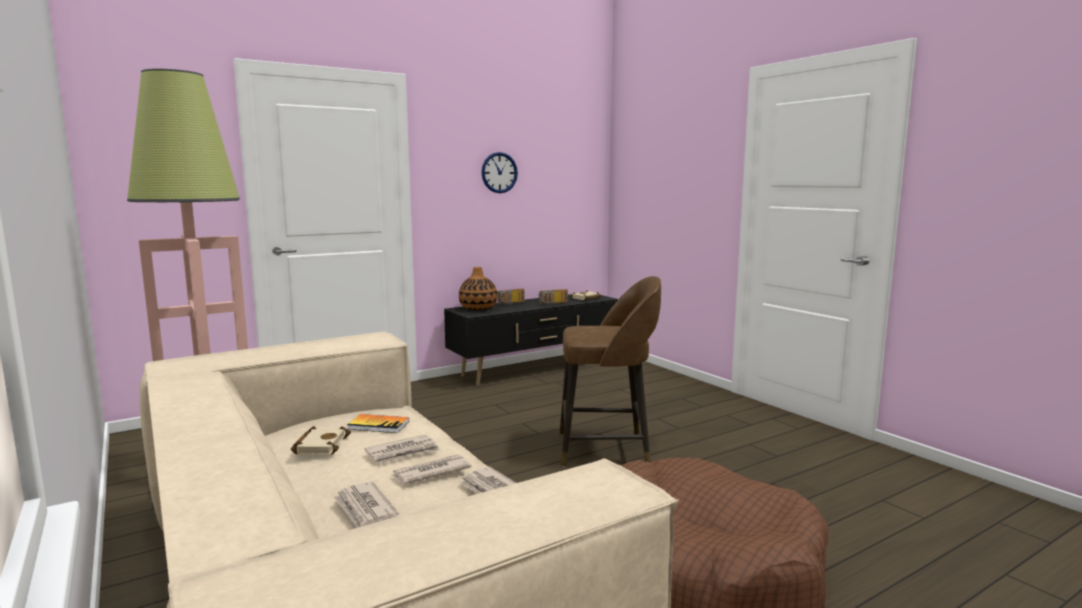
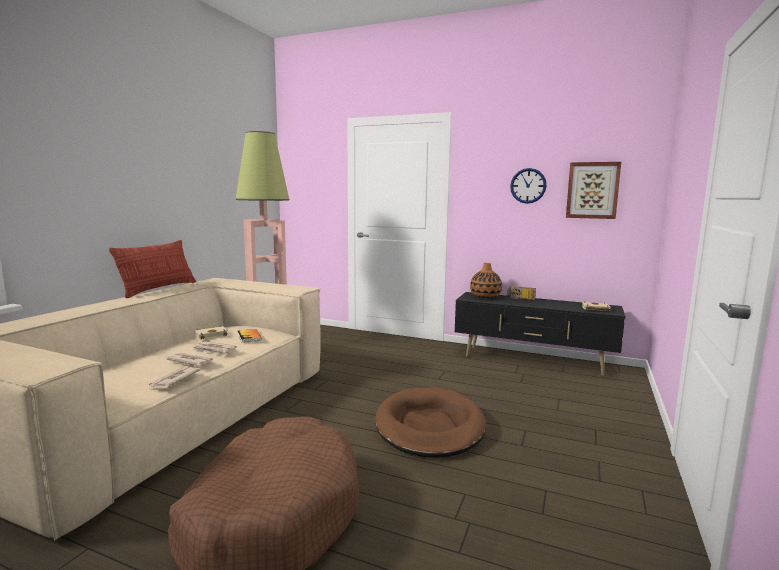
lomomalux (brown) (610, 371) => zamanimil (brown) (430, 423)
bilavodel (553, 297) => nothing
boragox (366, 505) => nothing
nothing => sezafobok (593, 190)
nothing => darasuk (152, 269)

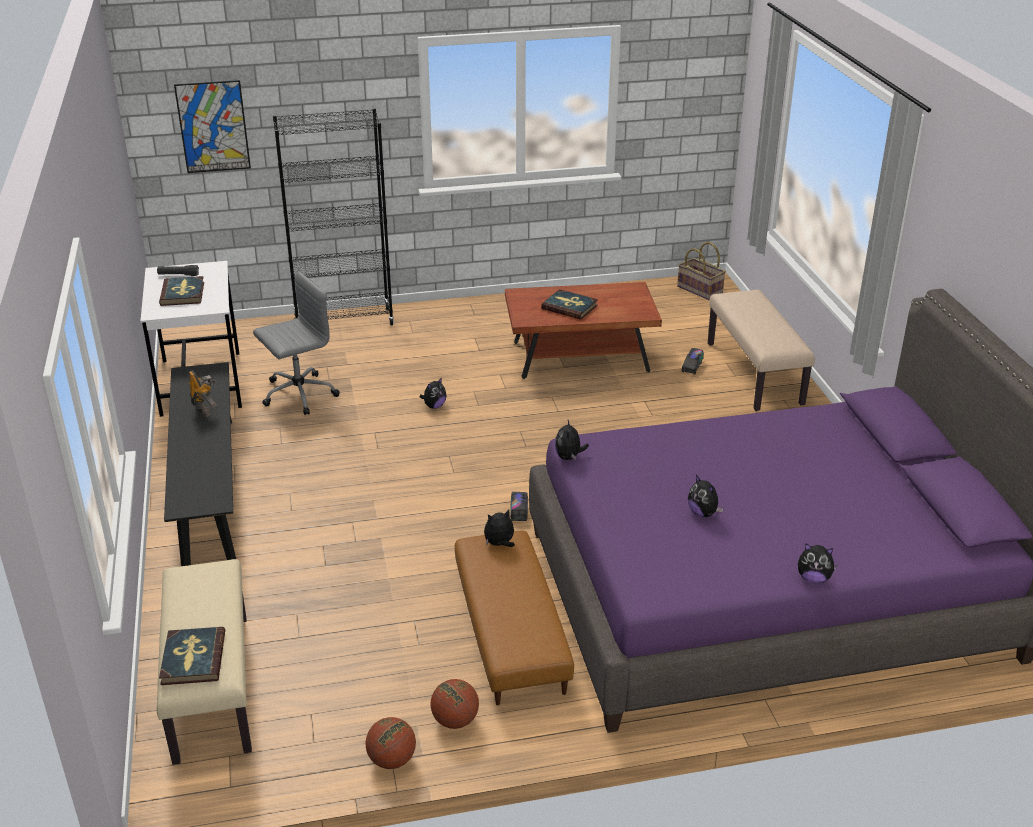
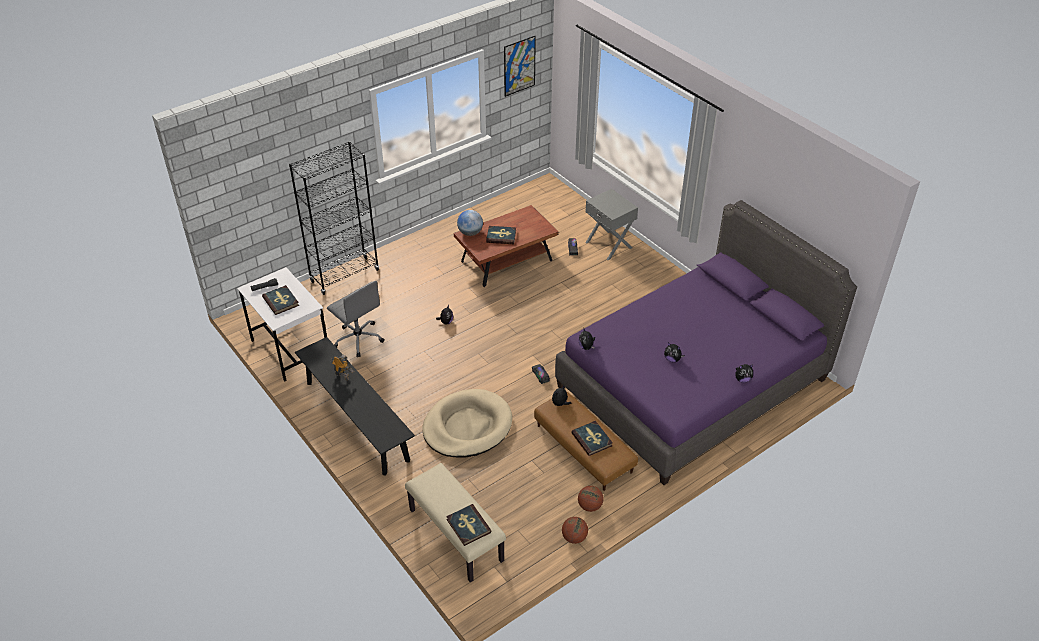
sezafobok (212, 126) => sezafobok (520, 66), shifted
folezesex (701, 271) => nothing
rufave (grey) (296, 343) => rufave (grey) (356, 319), 105 degrees clockwise
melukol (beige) (761, 350) => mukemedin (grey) (611, 224)
nothing => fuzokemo (470, 223)
nothing => zamanimil (beige) (467, 423)
nothing => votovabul (592, 438)

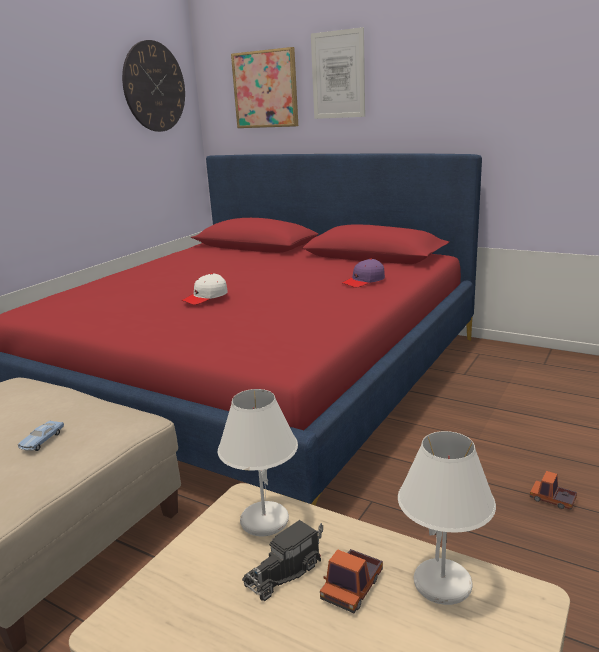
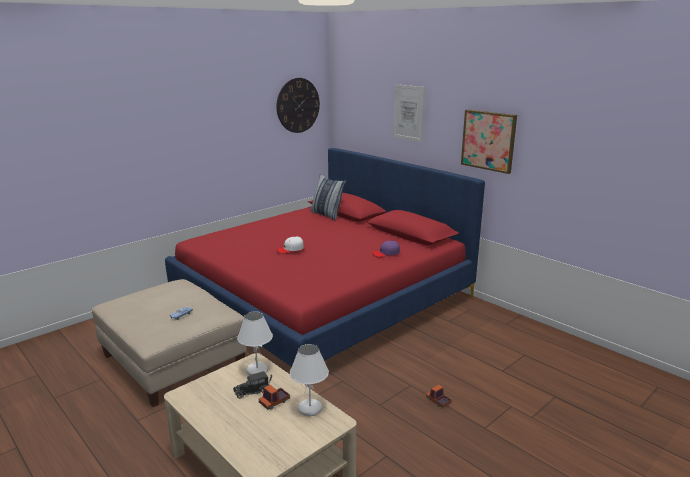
sezafobok (264, 87) => sezafobok (489, 141), shifted
nothing => darasuk (328, 197)

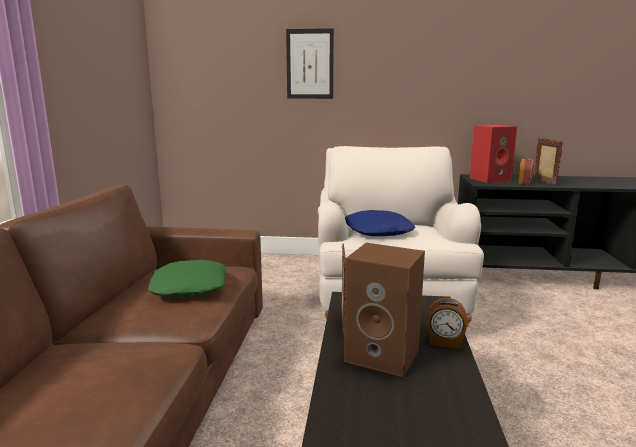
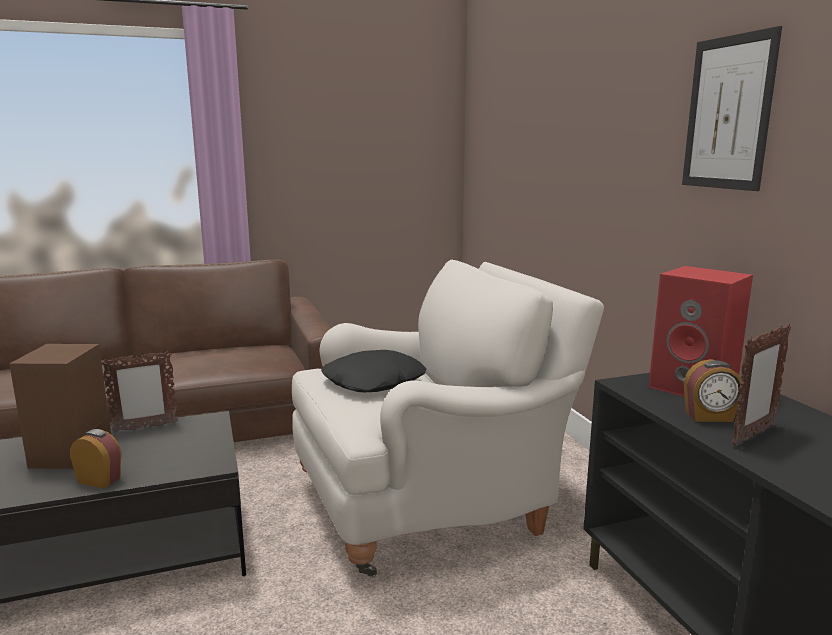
sezafobok (310, 63) => sezafobok (732, 108), shifted
darasuk (blue) (380, 223) => darasuk (black) (373, 371)
darasuk (green) (187, 278) => nothing
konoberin (447, 323) => konoberin (96, 459), 120 degrees clockwise

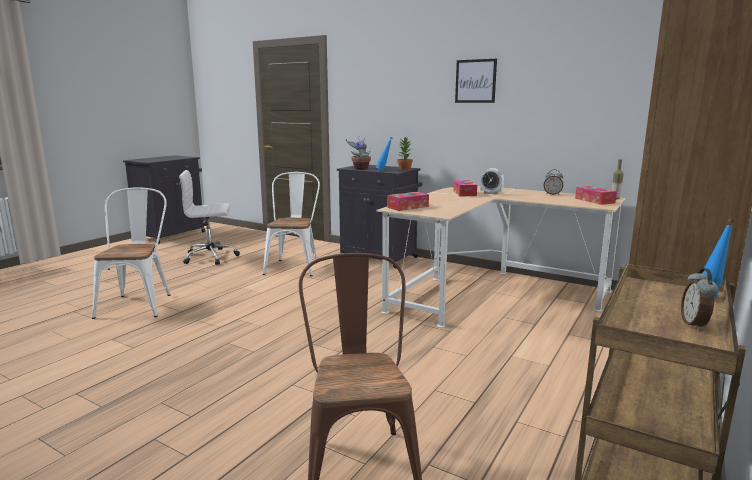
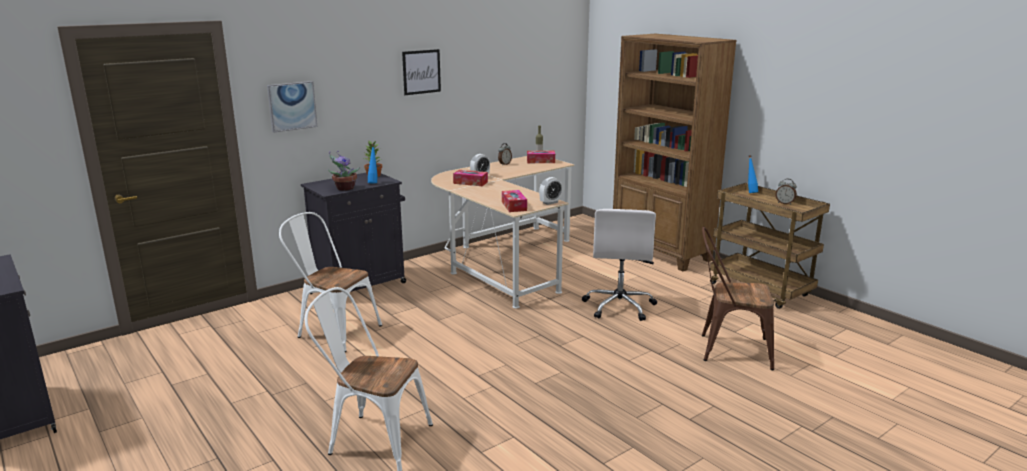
rufave (white) (209, 217) => rufave (white) (619, 265), shifted
nothing => sezafobok (292, 107)
nothing => konoberin (550, 191)

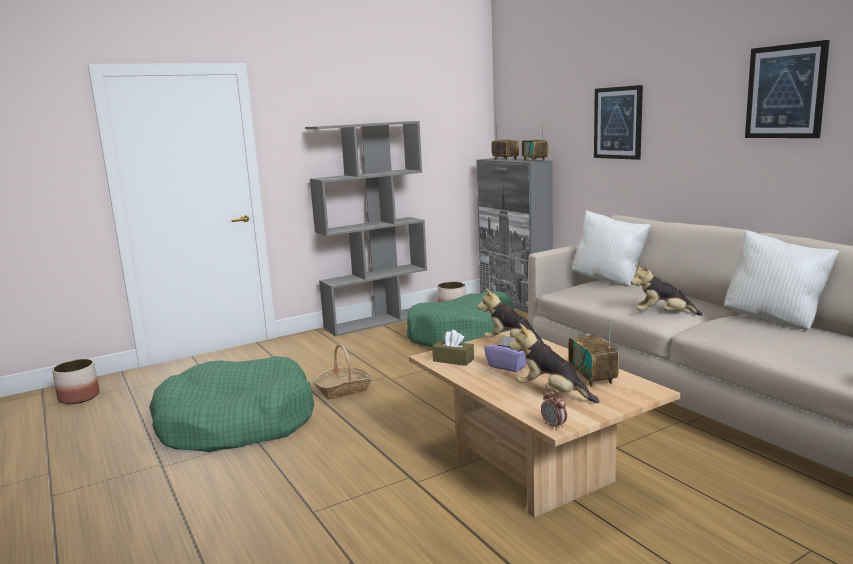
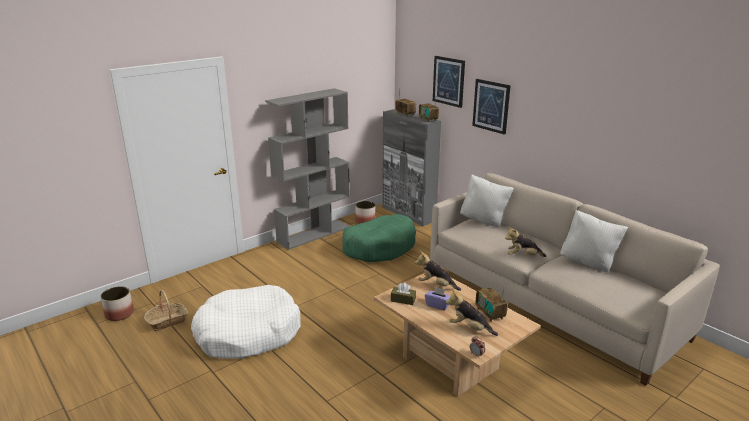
sezafobok (787, 89) => sezafobok (449, 82), shifted
folezesex (343, 371) => folezesex (166, 310), shifted
zamanimil (green) (231, 404) => zamanimil (white) (246, 322)

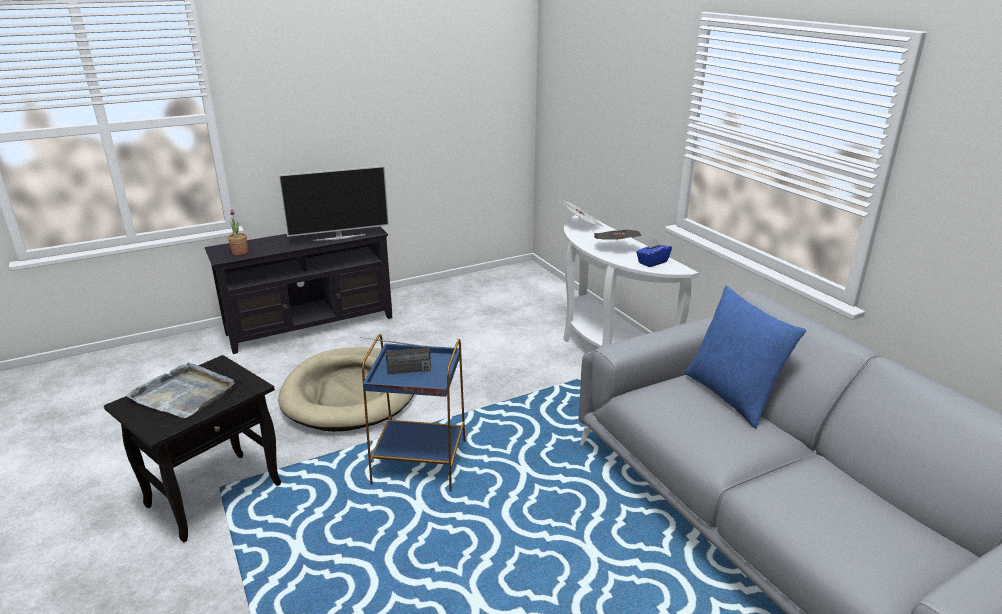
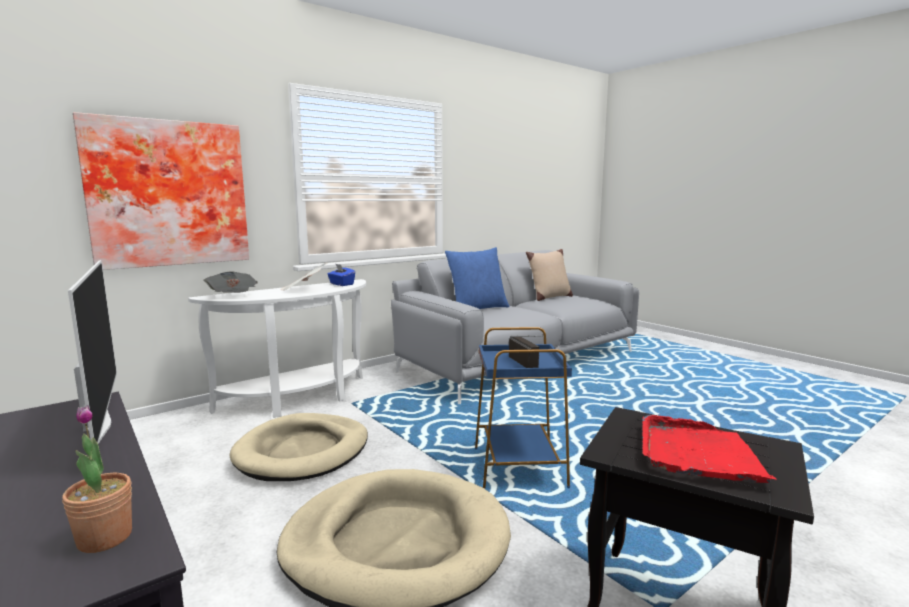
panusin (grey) (180, 390) => panusin (red) (710, 449)
nothing => sezafobok (161, 191)
nothing => darasuk (beige) (549, 275)
nothing => zamanimil (beige) (298, 447)

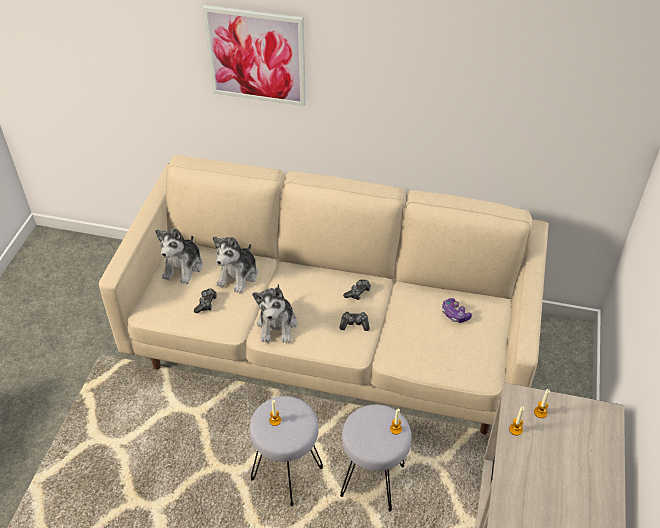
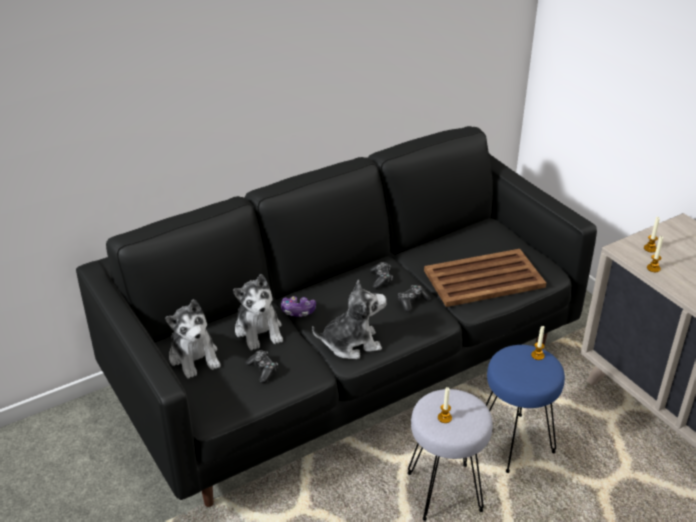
sezafobok (254, 55) => nothing
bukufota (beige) (324, 295) => bukufota (black) (336, 316)
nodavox (274, 313) => nodavox (349, 319), 60 degrees counterclockwise
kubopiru (457, 310) => kubopiru (298, 306), shifted
lomomalux (grey) (376, 457) => lomomalux (blue) (525, 409)
nothing => panusin (brown) (485, 278)

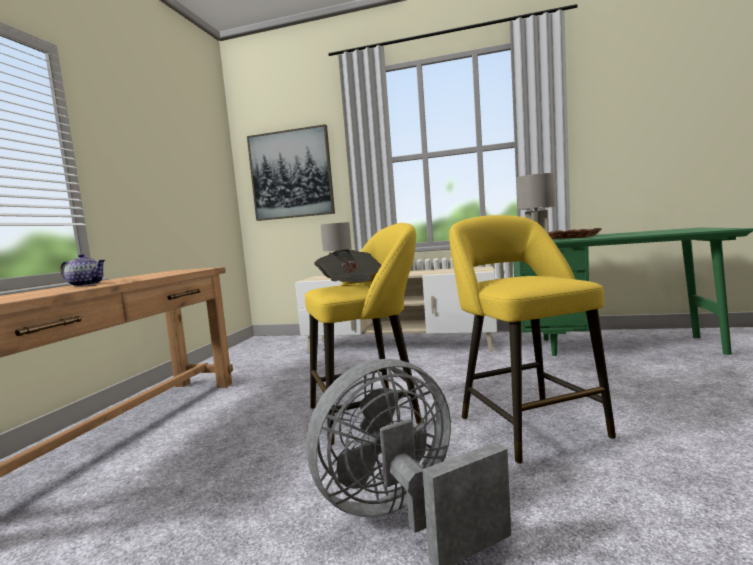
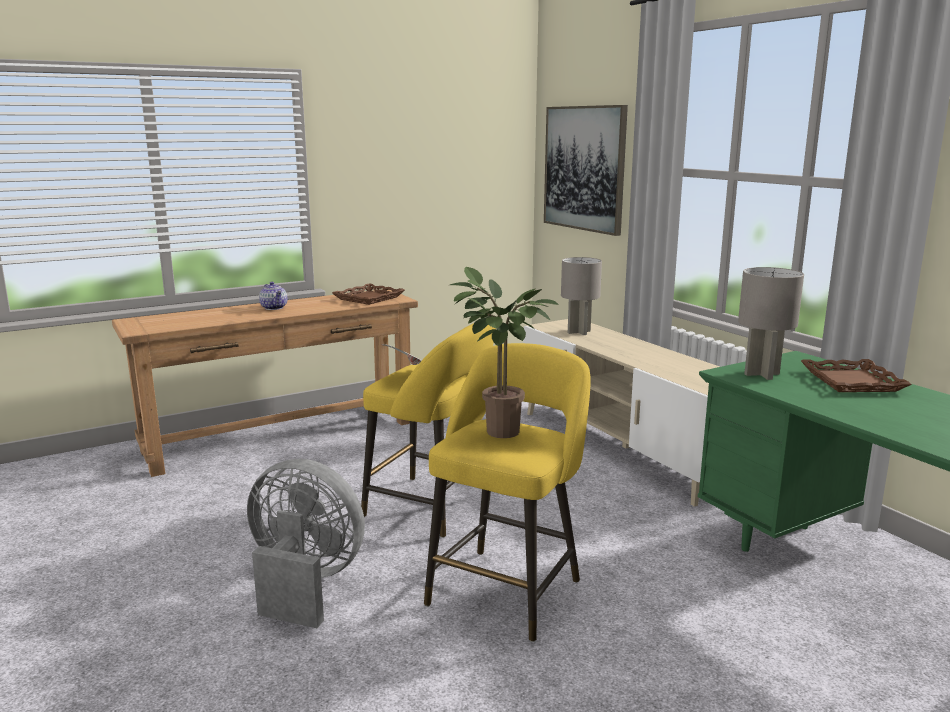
nothing => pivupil (504, 352)
nothing => panusin (brown) (368, 294)

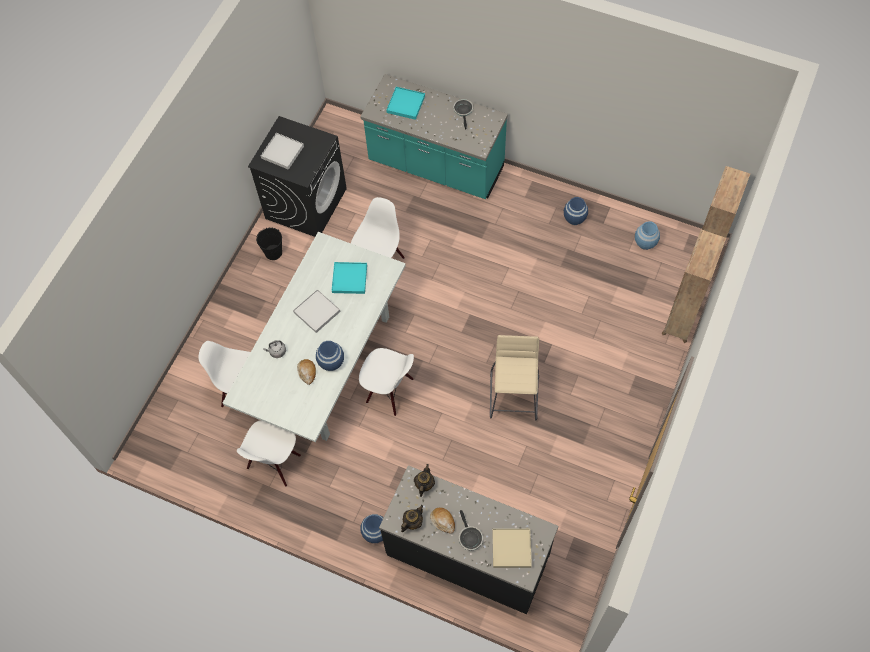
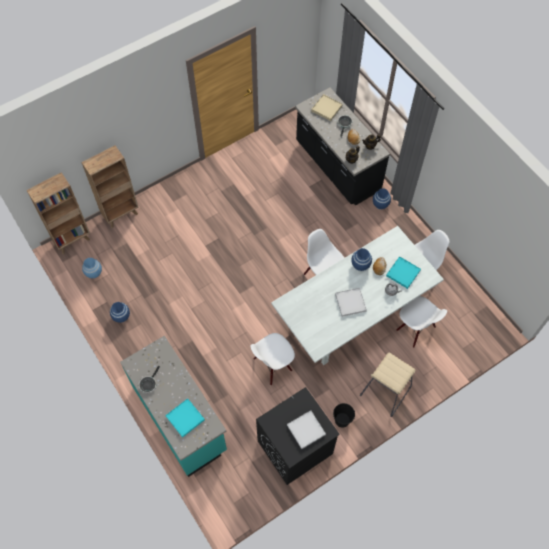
panusin (turquoise) (349, 278) => panusin (turquoise) (403, 272), shifted
lomomalux (beige) (514, 377) => lomomalux (beige) (388, 385), shifted

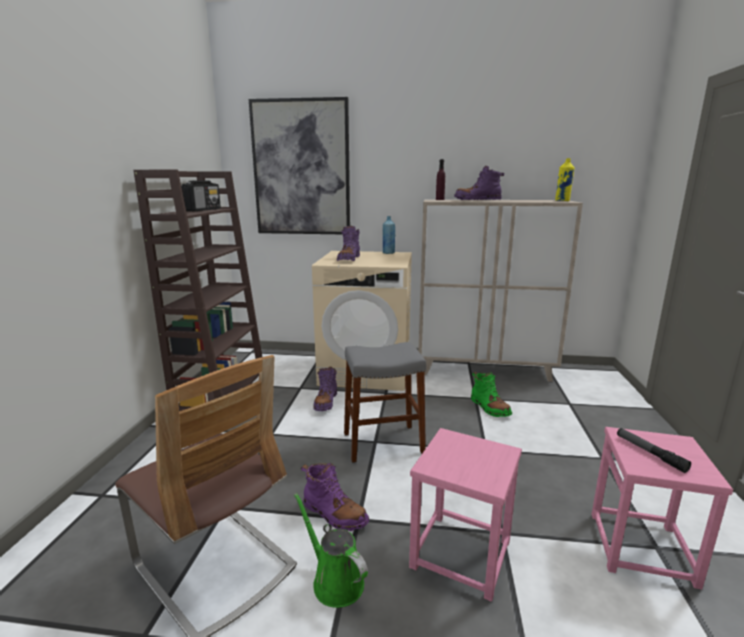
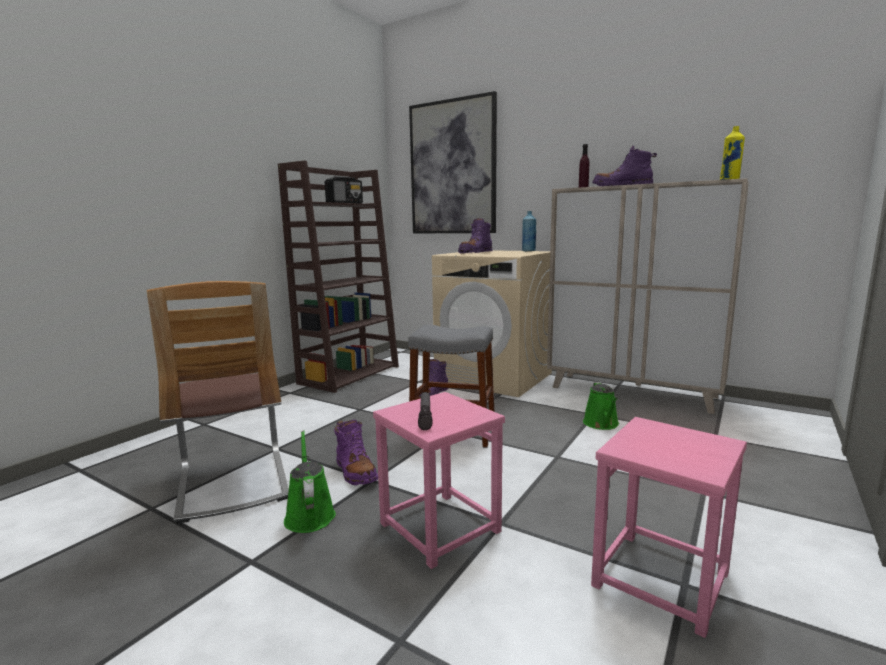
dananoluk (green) (491, 394) => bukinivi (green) (601, 406)
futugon (654, 450) => futugon (425, 411), shifted

